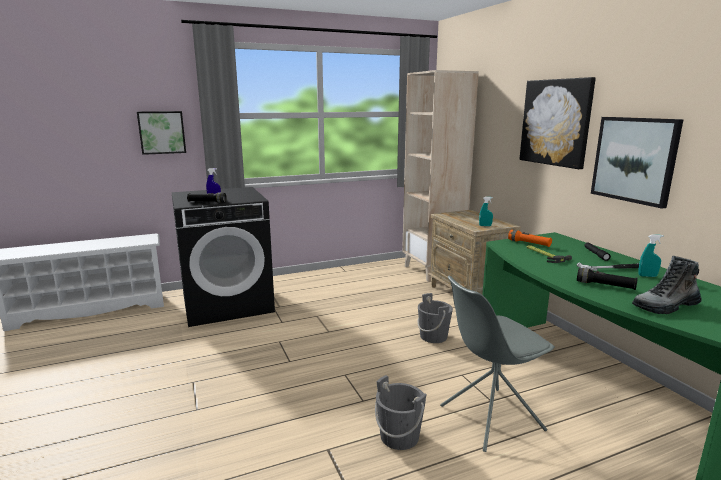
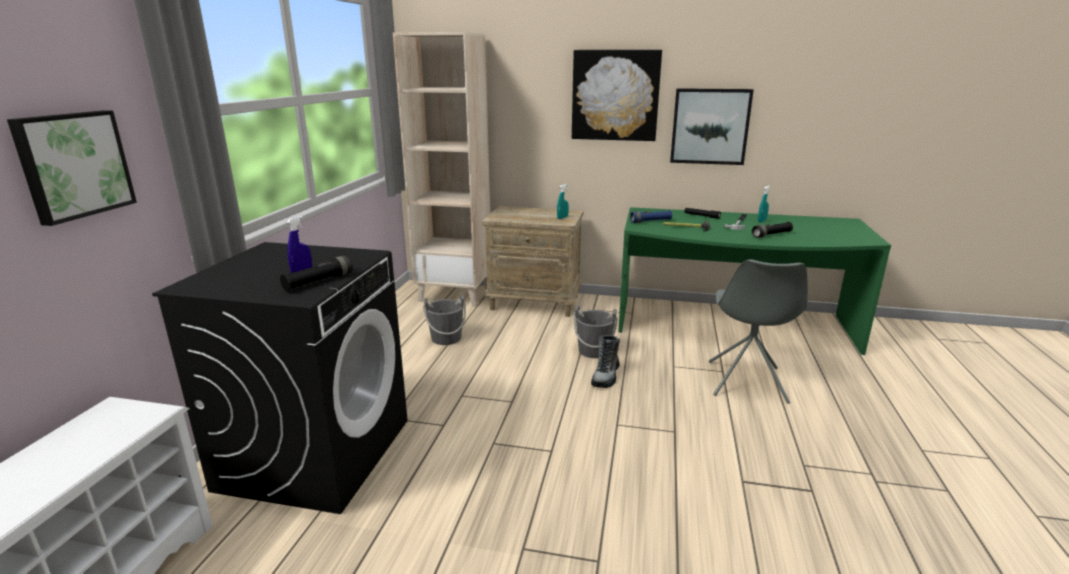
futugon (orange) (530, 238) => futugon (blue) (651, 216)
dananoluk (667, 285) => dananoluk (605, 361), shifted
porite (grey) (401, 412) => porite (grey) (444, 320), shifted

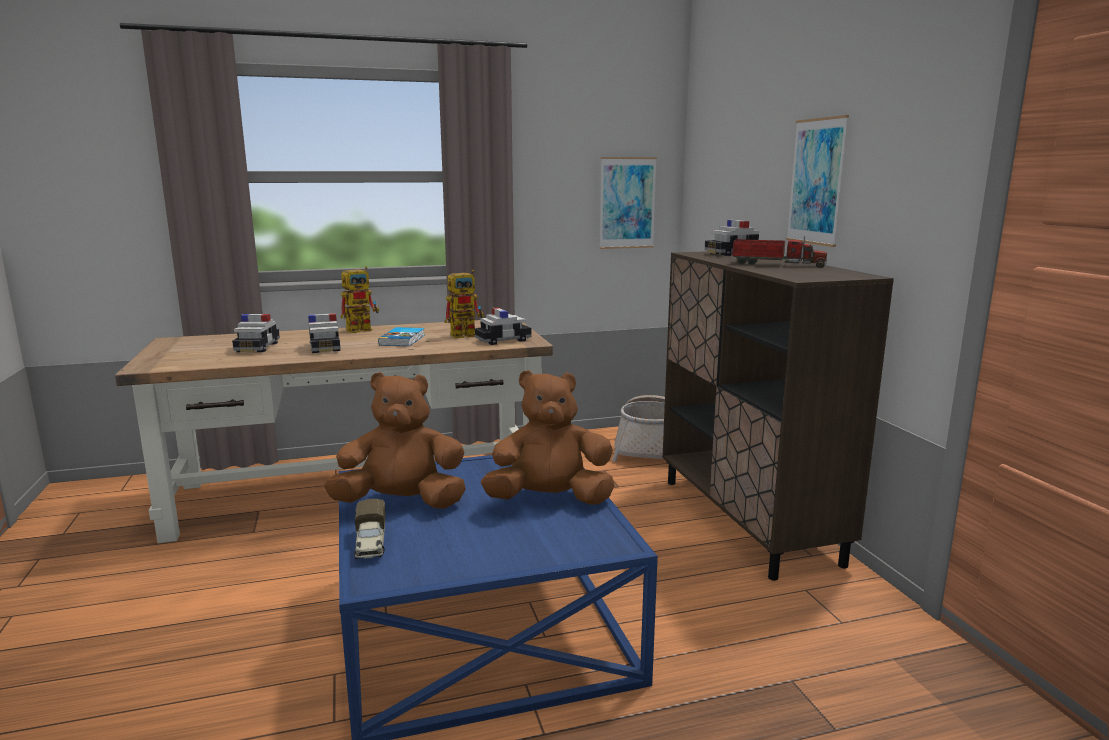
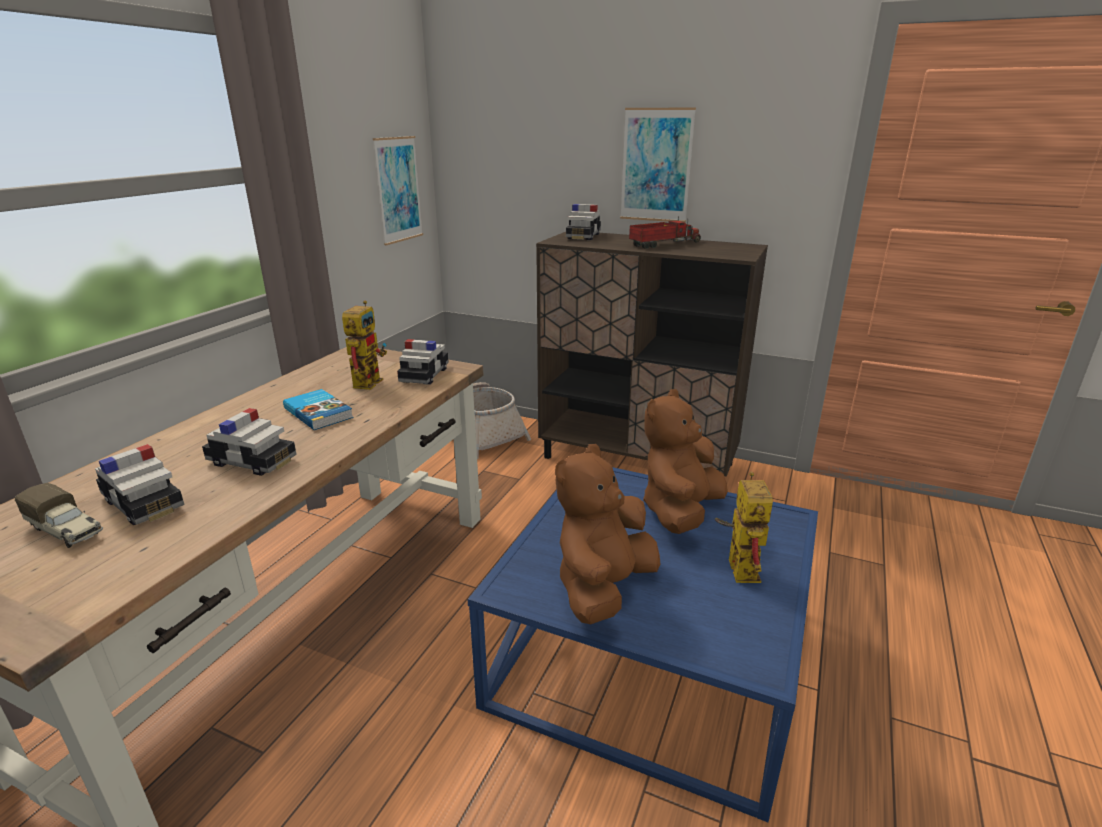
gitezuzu (359, 299) => gitezuzu (744, 527), shifted
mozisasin (369, 529) => mozisasin (59, 515), shifted

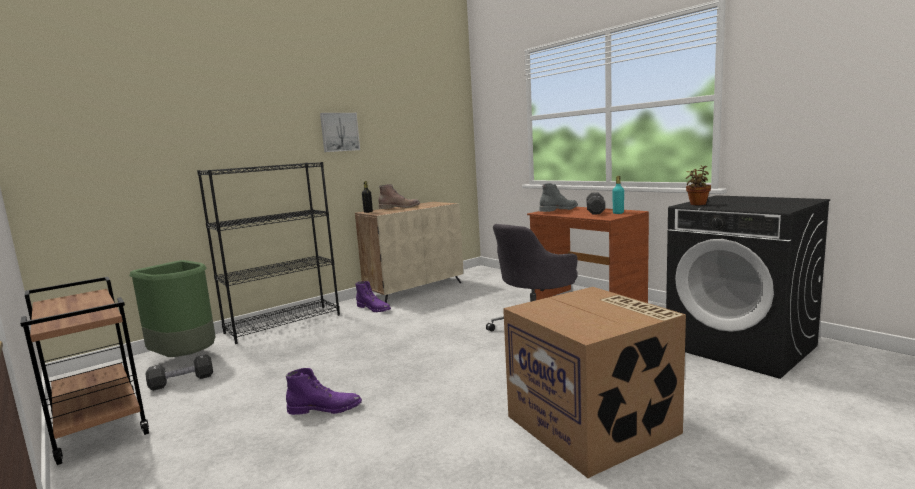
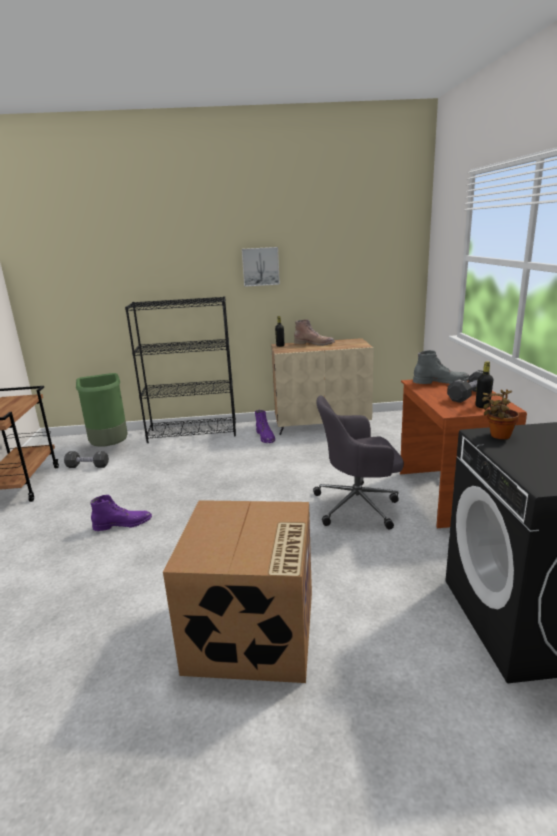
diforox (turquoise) (618, 195) => diforox (black) (484, 384)
dananoluk (purple) (324, 391) => dananoluk (purple) (121, 513), 45 degrees counterclockwise

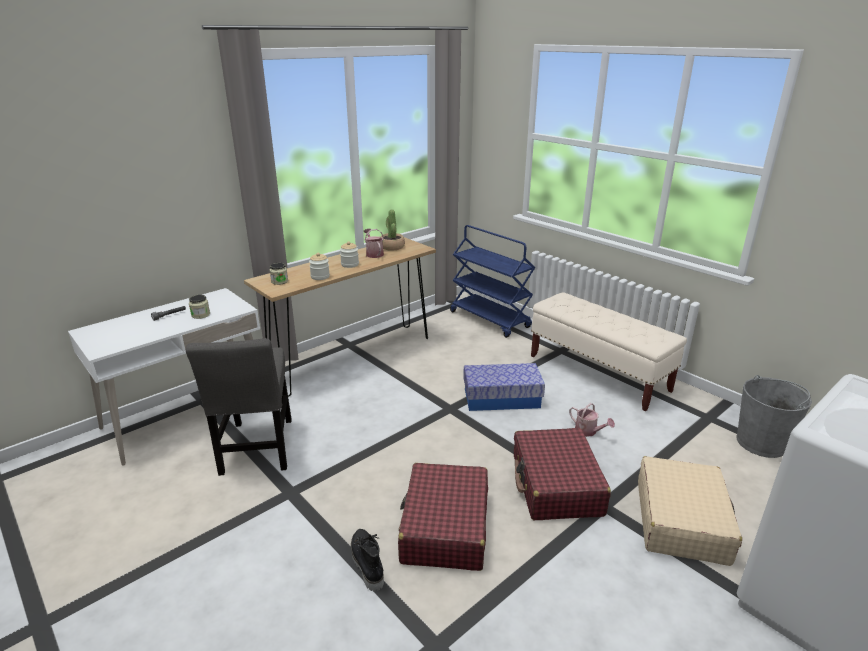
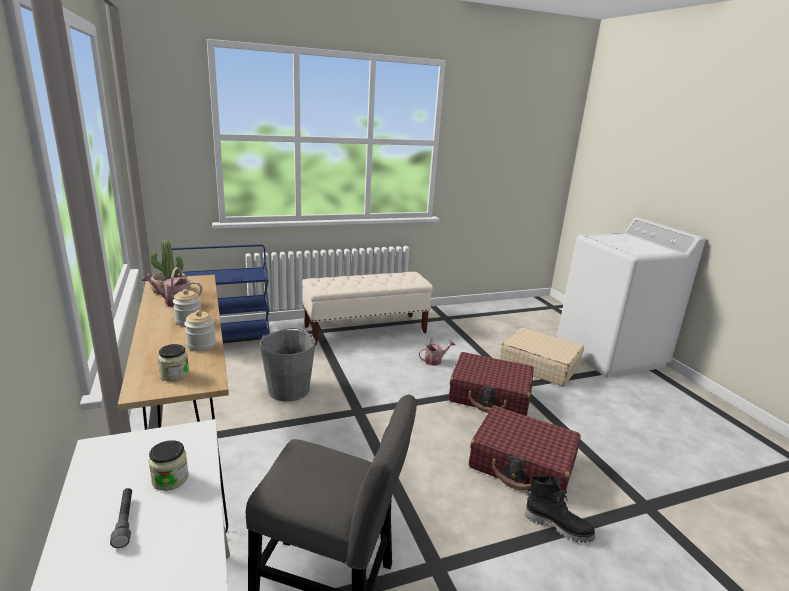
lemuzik (504, 387) => nothing
porite (grey) (774, 416) => porite (grey) (288, 364), shifted
dananoluk (black) (367, 560) => dananoluk (black) (560, 509), 150 degrees counterclockwise

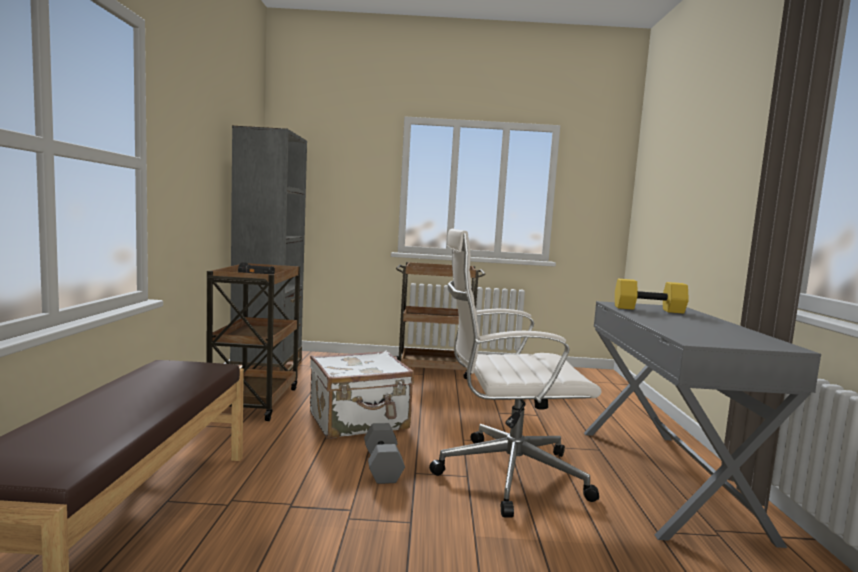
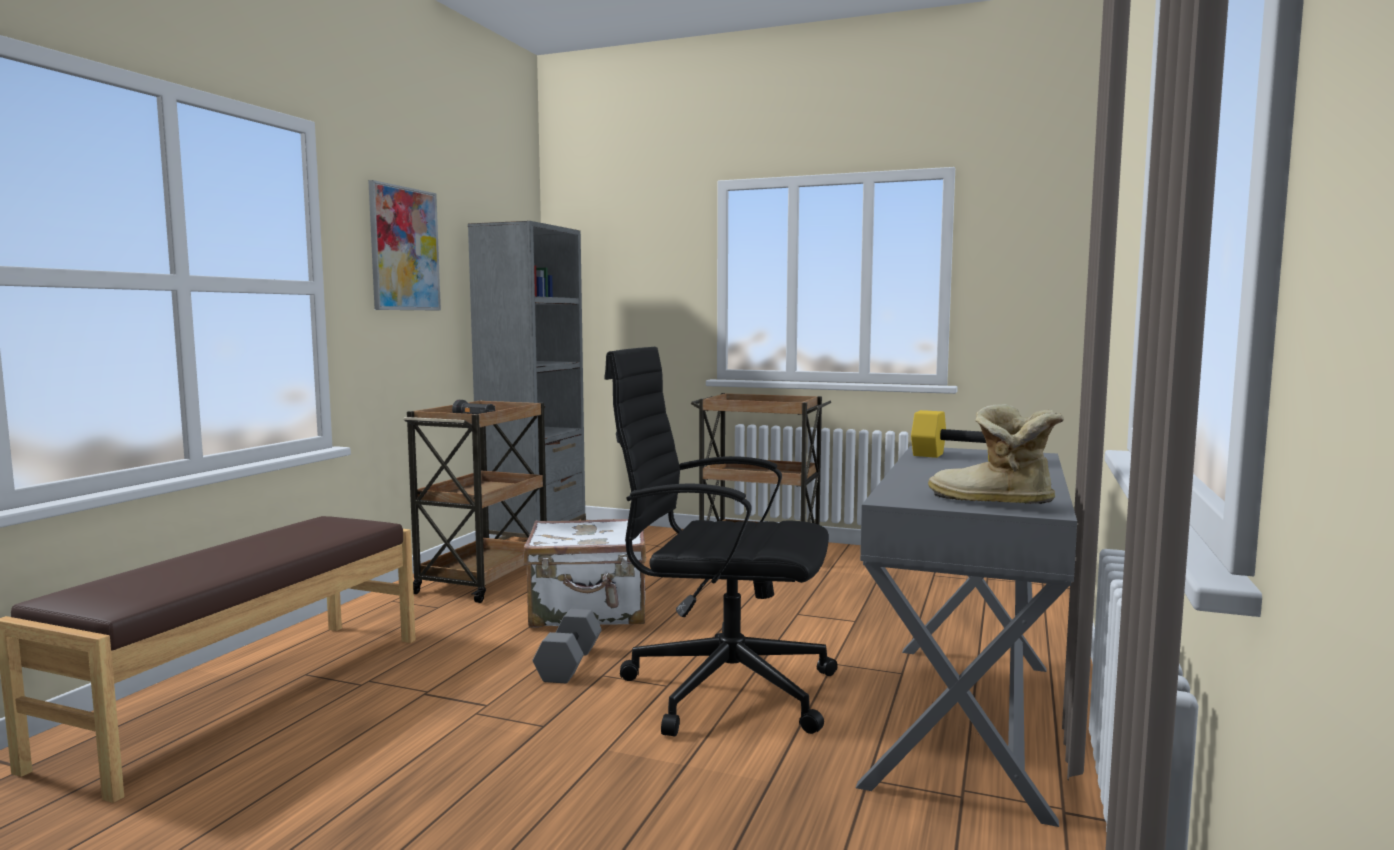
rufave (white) (515, 373) => rufave (black) (721, 542)
nothing => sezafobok (404, 245)
nothing => dananoluk (996, 454)

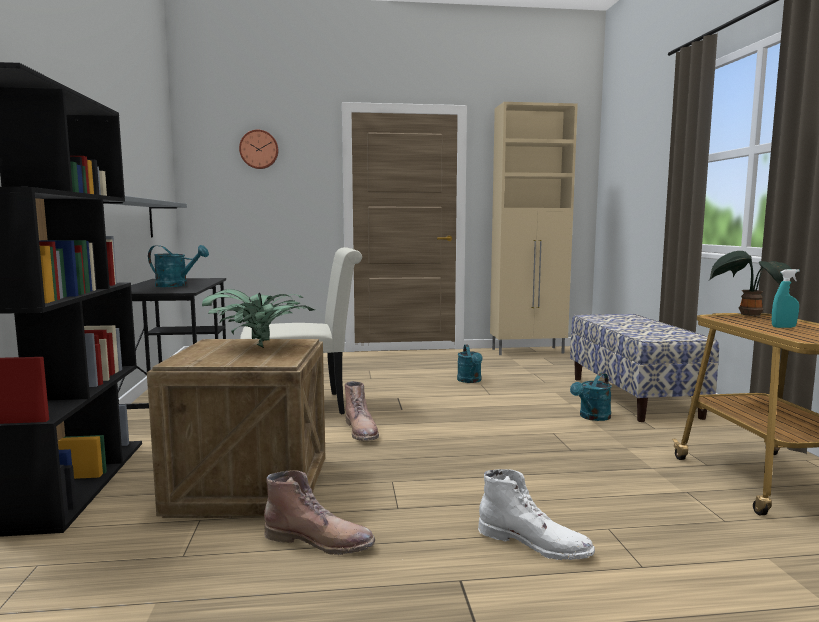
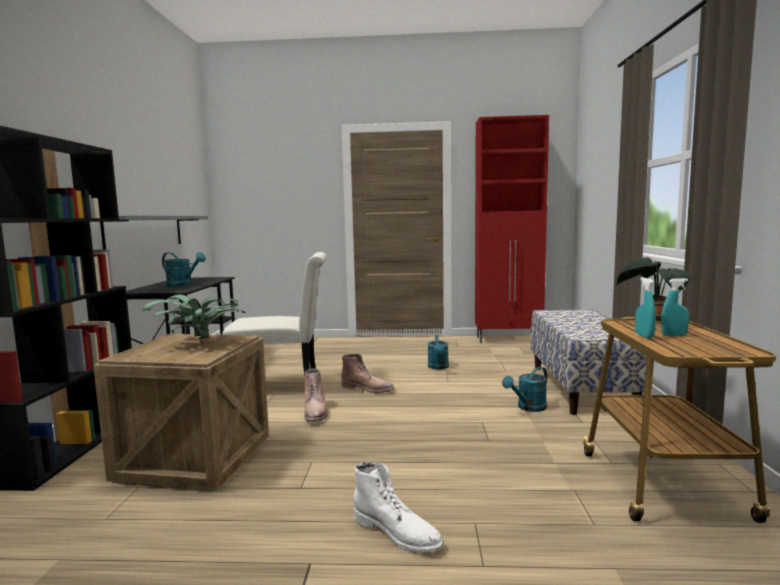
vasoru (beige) (534, 228) => vasoru (red) (512, 229)
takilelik (259, 149) => nothing
dananoluk (brown) (319, 512) => dananoluk (brown) (367, 373), shifted
nothing => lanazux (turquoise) (645, 308)

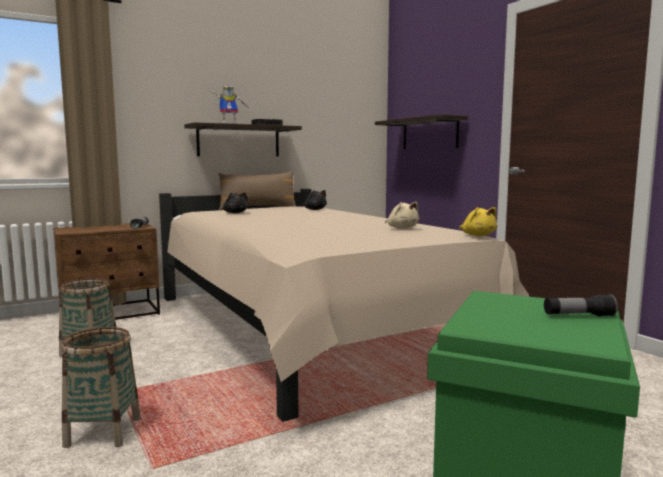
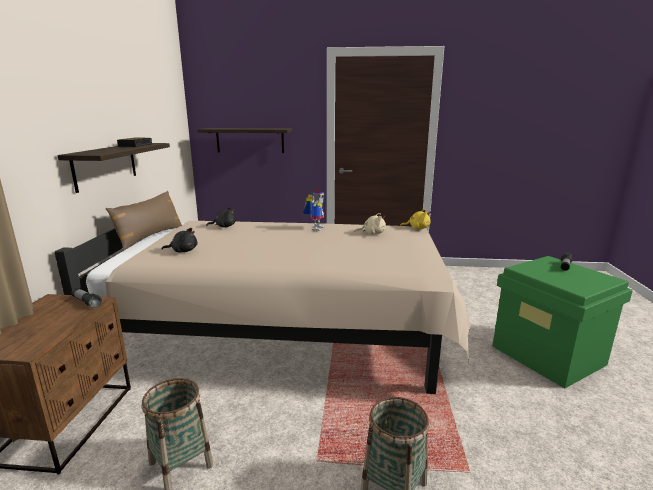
gitezuzu (230, 104) => gitezuzu (313, 210), shifted

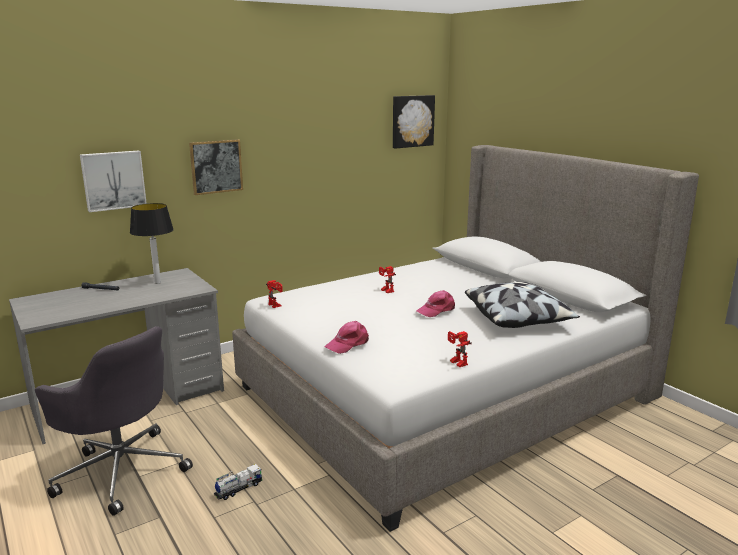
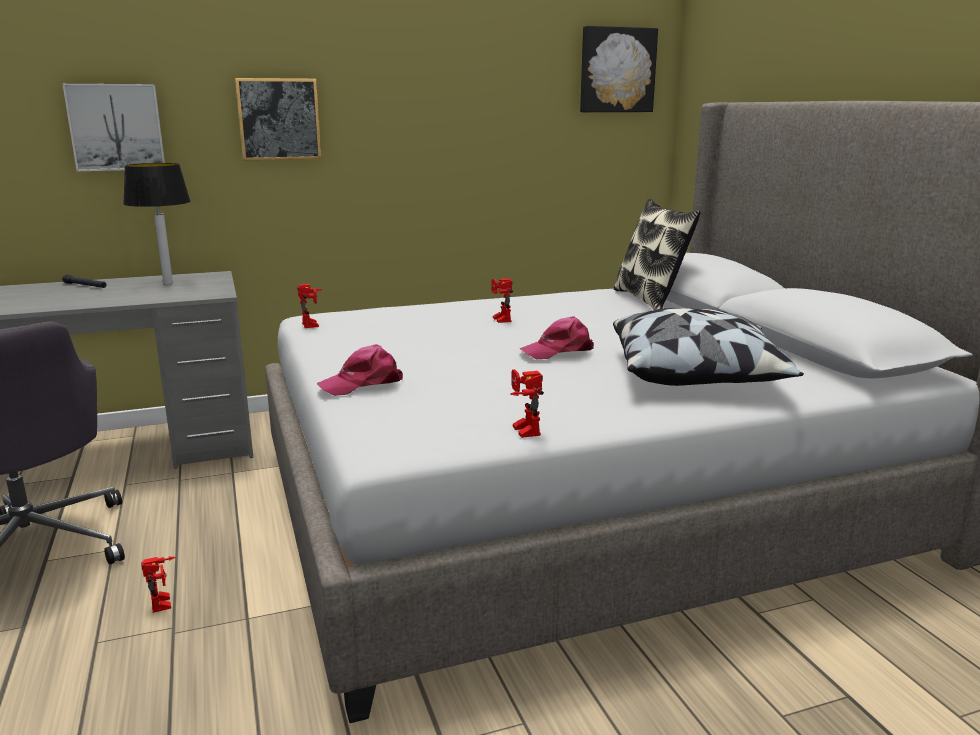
mozisasin (238, 482) => gitezuzu (158, 585)
nothing => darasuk (657, 254)

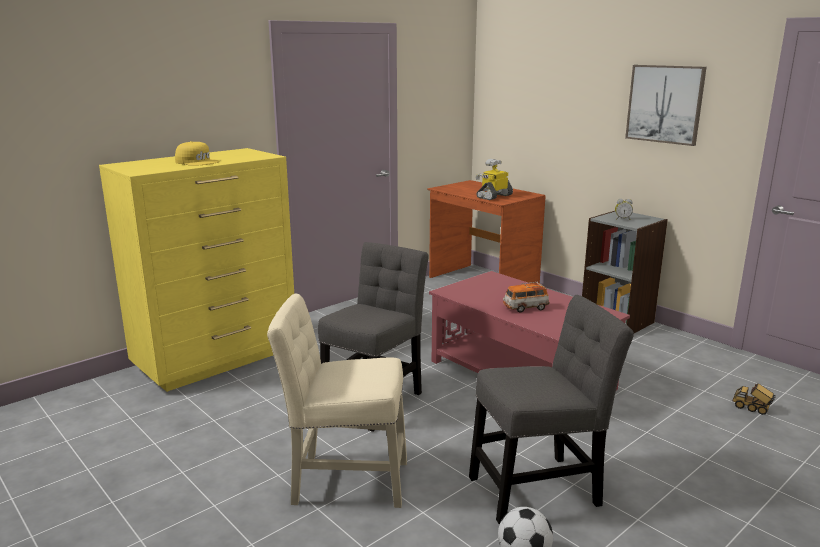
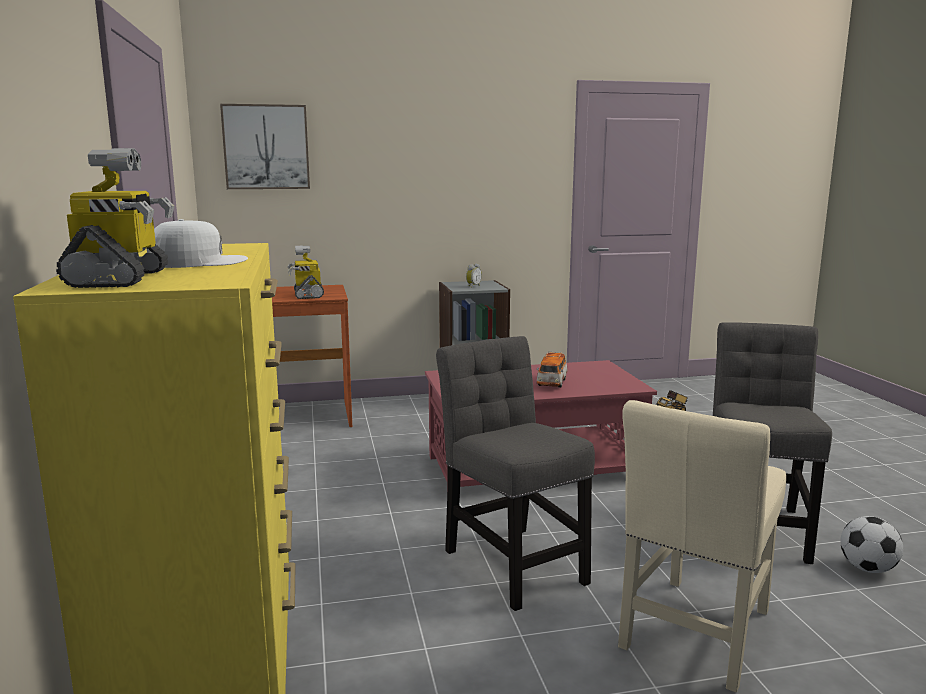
sezafobok (666, 105) => sezafobok (265, 146), shifted
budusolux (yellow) (197, 153) => budusolux (white) (197, 243)
nothing => gitezuzu (115, 218)

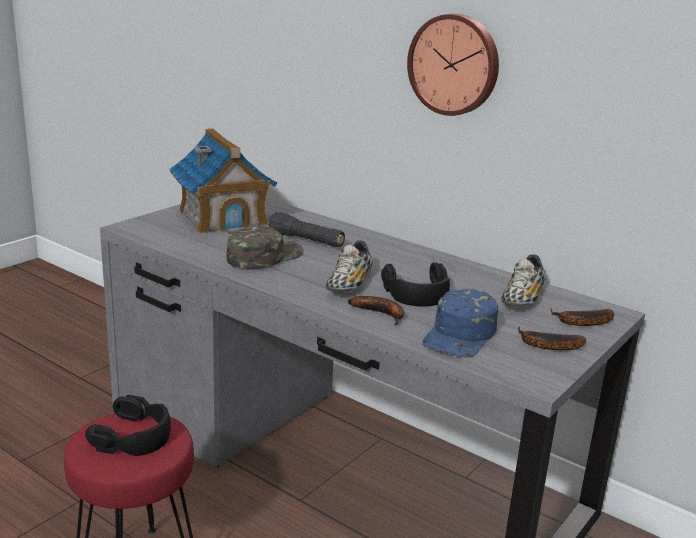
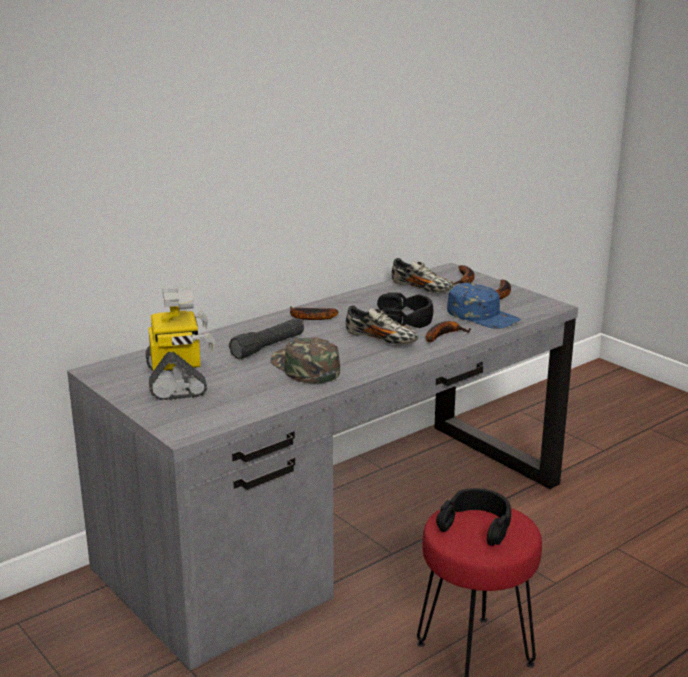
takilelik (453, 65) => nothing
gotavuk (223, 181) => gitezuzu (180, 343)
nothing => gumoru (314, 313)

